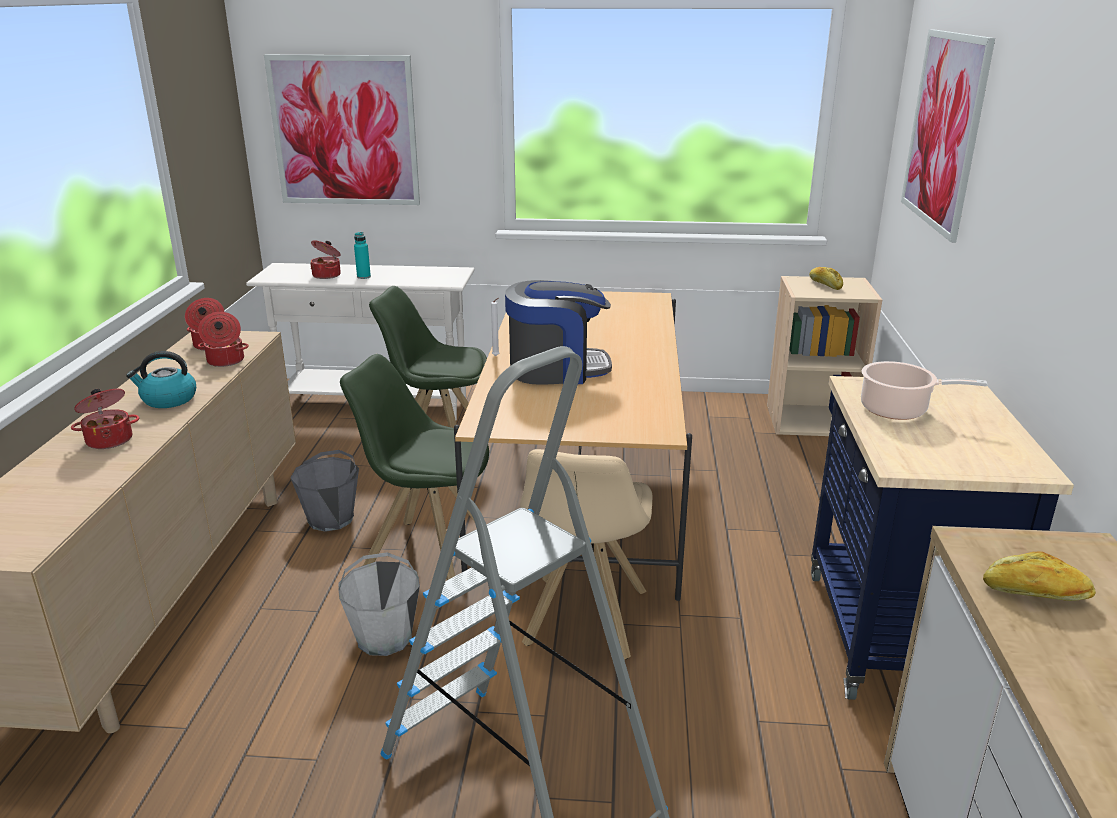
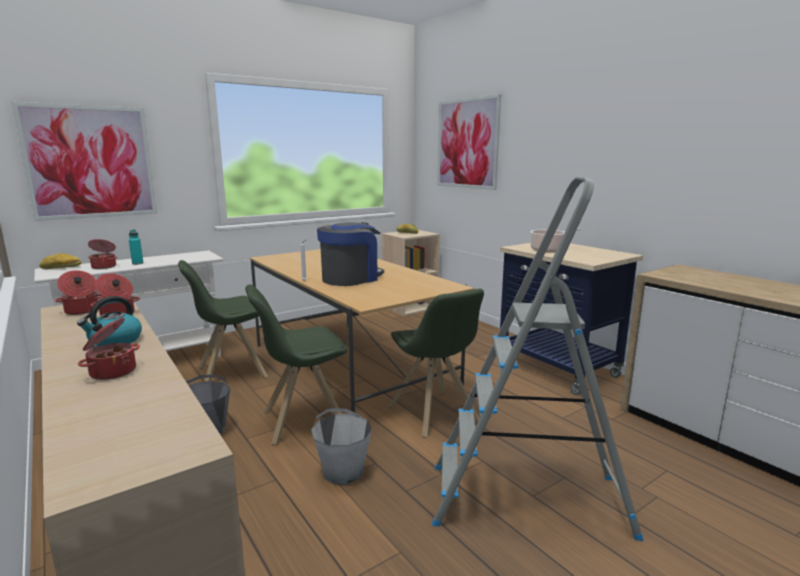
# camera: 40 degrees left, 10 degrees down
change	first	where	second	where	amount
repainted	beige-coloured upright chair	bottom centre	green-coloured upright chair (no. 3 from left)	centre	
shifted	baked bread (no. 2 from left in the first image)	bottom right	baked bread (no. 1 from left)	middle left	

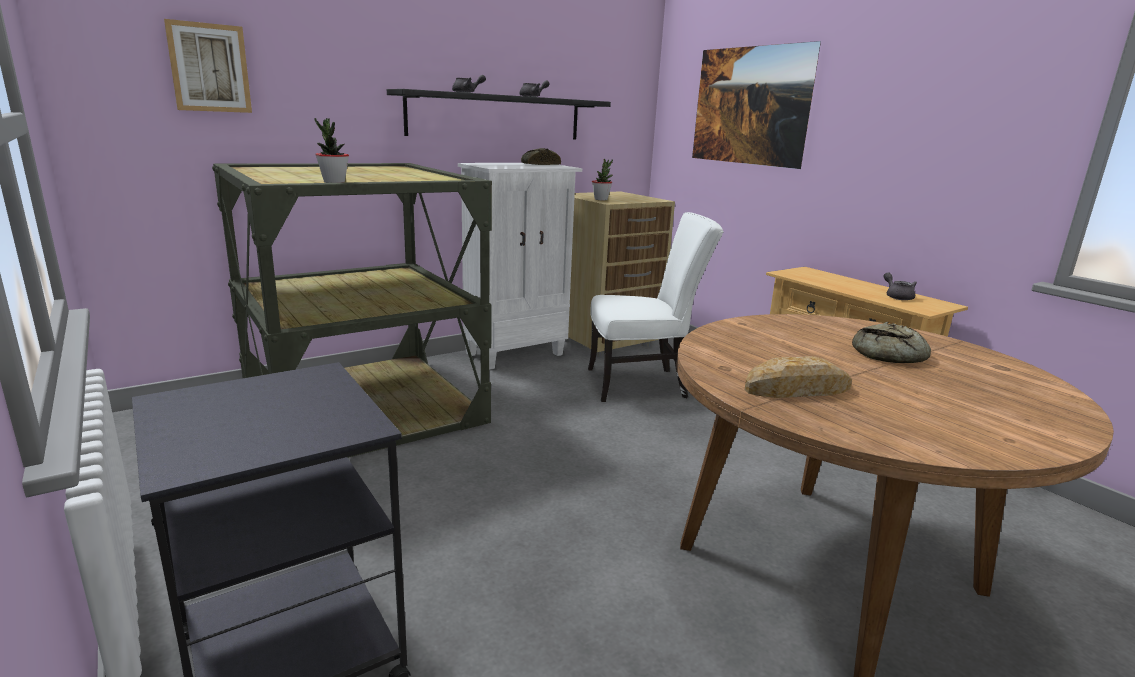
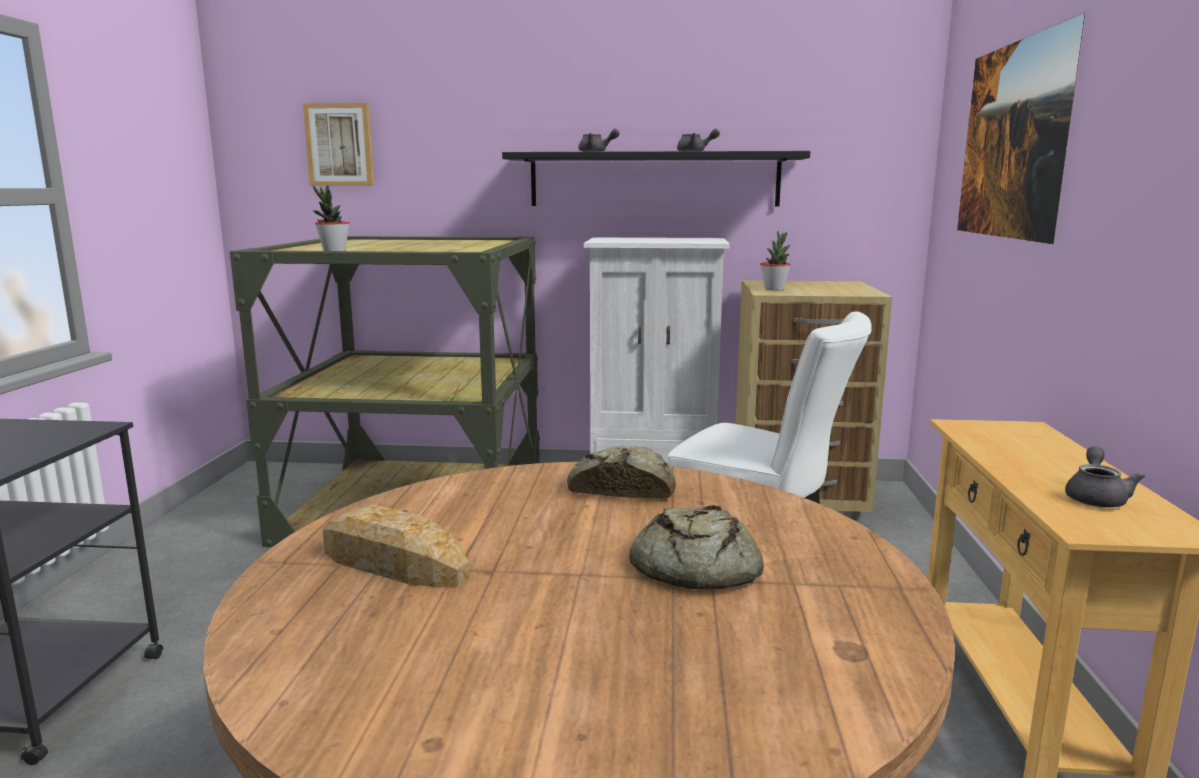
# camera: 40 degrees right, 5 degrees down
change	first	where	second	where	amount
shifted	baked bread (no. 1 from left in the first image)	top centre	baked bread (no. 2 from left)	centre	

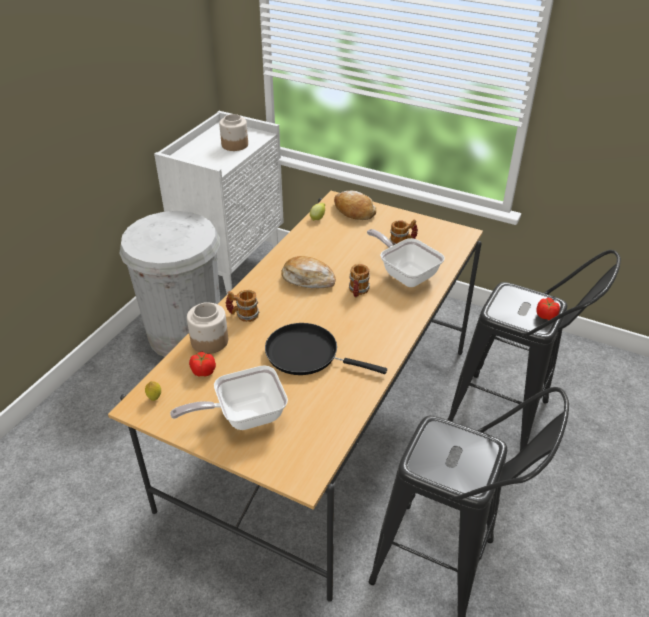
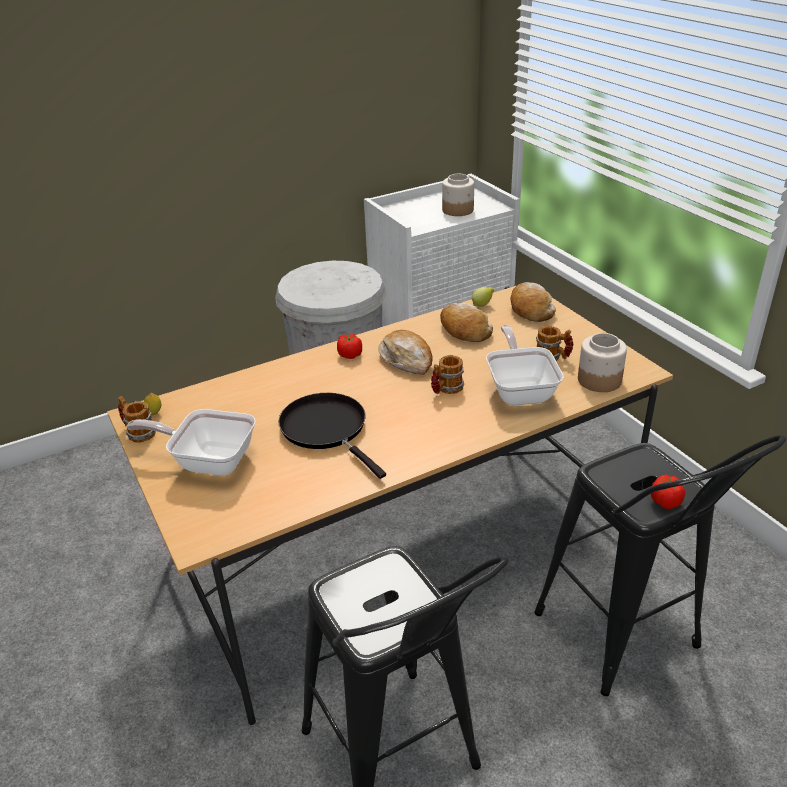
# camera: 35 degrees right, 5 degrees down
change	first	where	second	where	amount
shifted	storage jar (no. 1 from left in the first image)	middle left	storage jar (no. 2 from left)	middle right	
shifted	tomato (no. 1 from left)	middle left		centre	
shifted	mug (no. 1 from left)	centre		middle left	
new			baked bread (no. 2 from left)	centre	

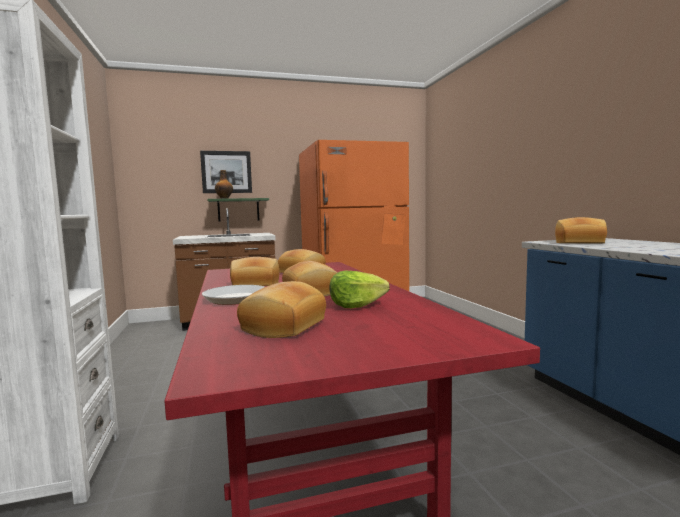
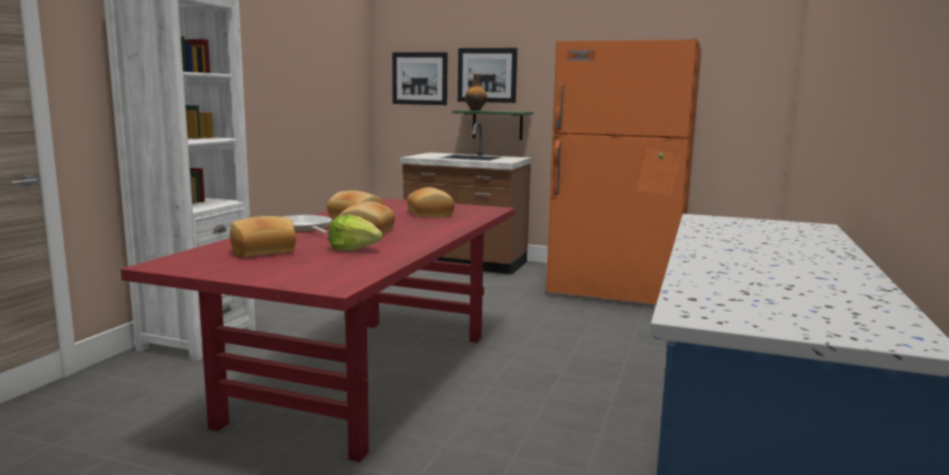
# camera: 35 degrees right, 5 degrees up
change	first	where	second	where	amount
gone	baked bread (no. 5 from left)	middle right			
new			picture (no. 1 from left)	top centre	

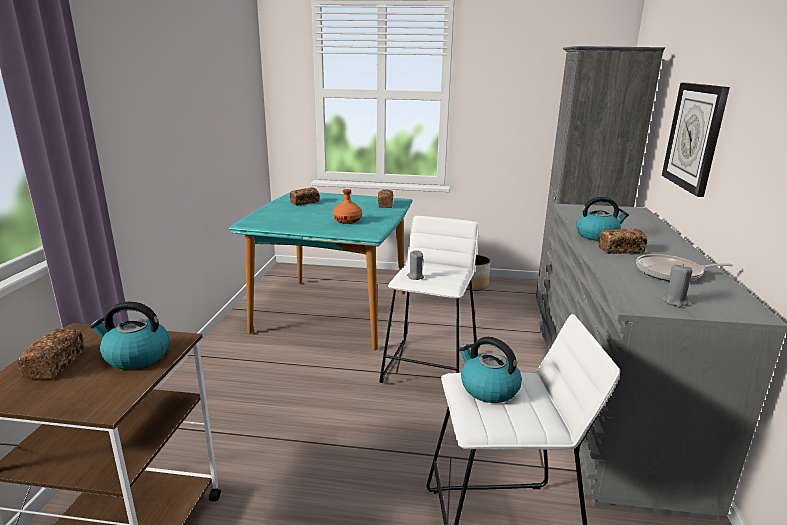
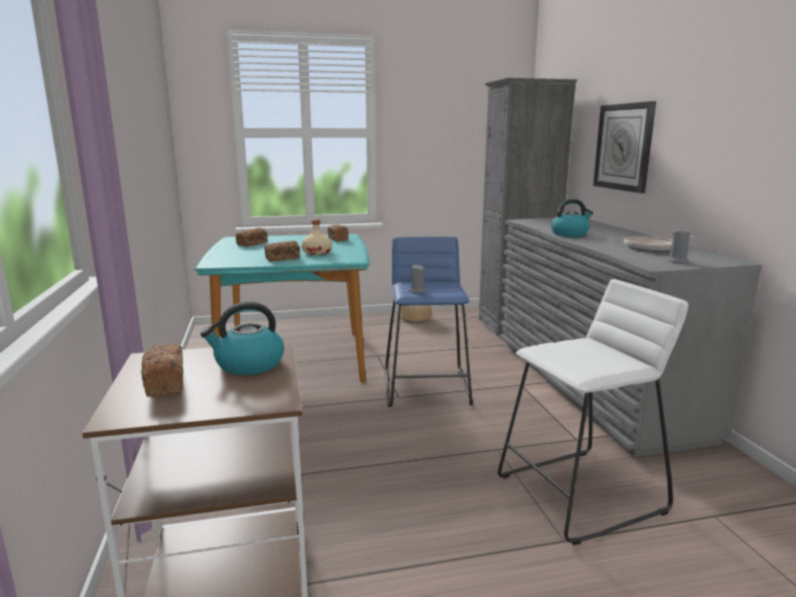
# camera: 20 degrees left, 5 degrees down
change	first	where	second	where	amount
repainted	orange beverage bottle	centre	beige-coloured beverage bottle	centre	
repainted	whitish stool (no. 1 from left)	centre	blue stool	centre	
gone	kettle (no. 2 from left)	bottom centre			
shifted	baked bread (no. 4 from left in the first image)	middle right	baked bread (no. 3 from left)	centre	

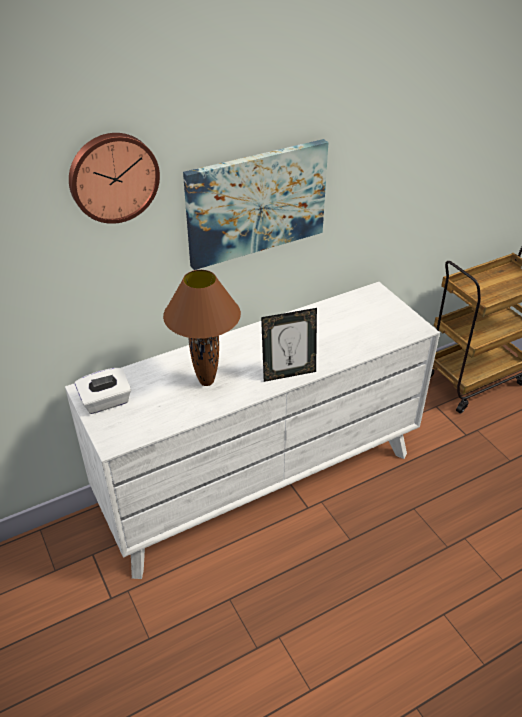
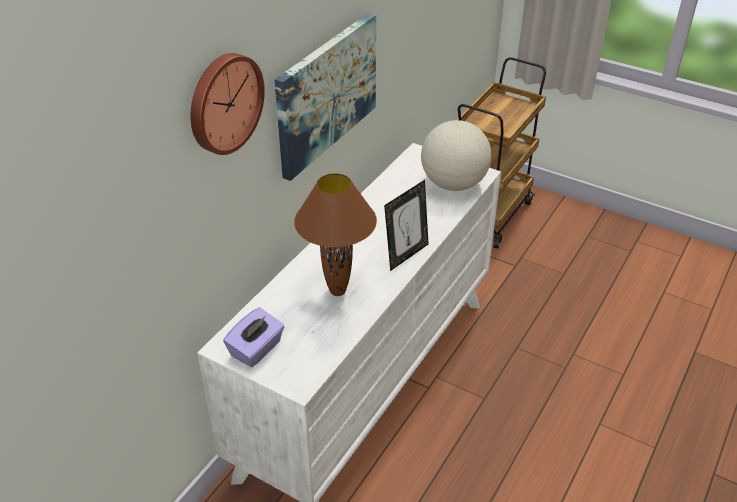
# camera: 30 degrees left, 0 degrees up
change	first	where	second	where	amount
repainted	whitish tissue box	middle left	purplish tissue box	bottom centre	
new			world globe	top centre	

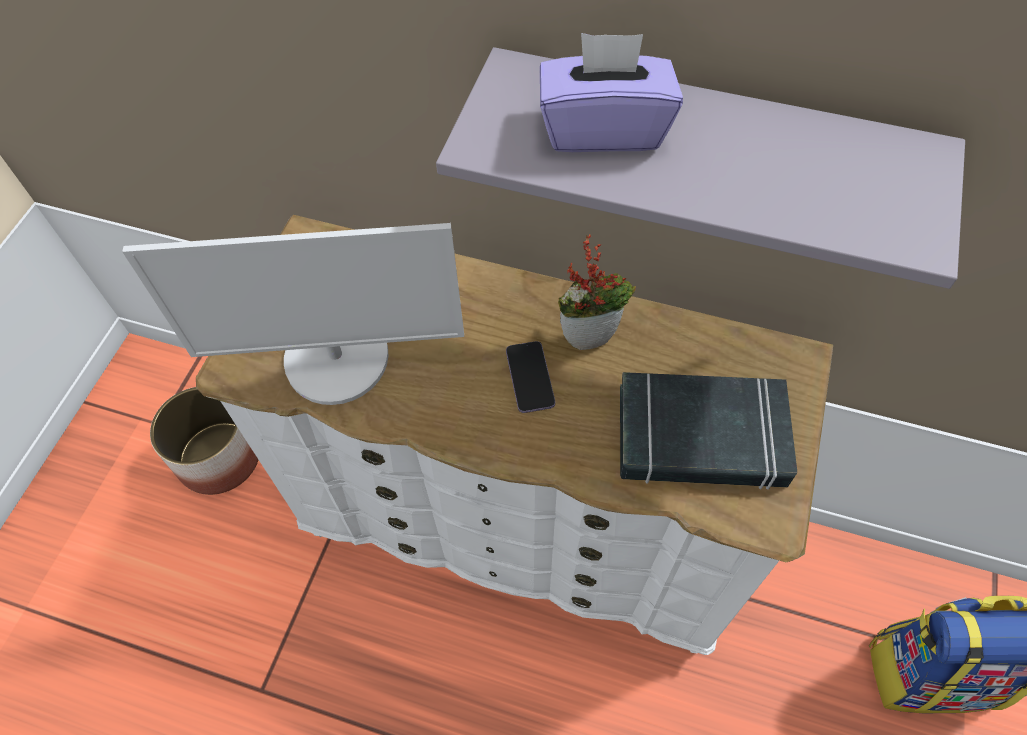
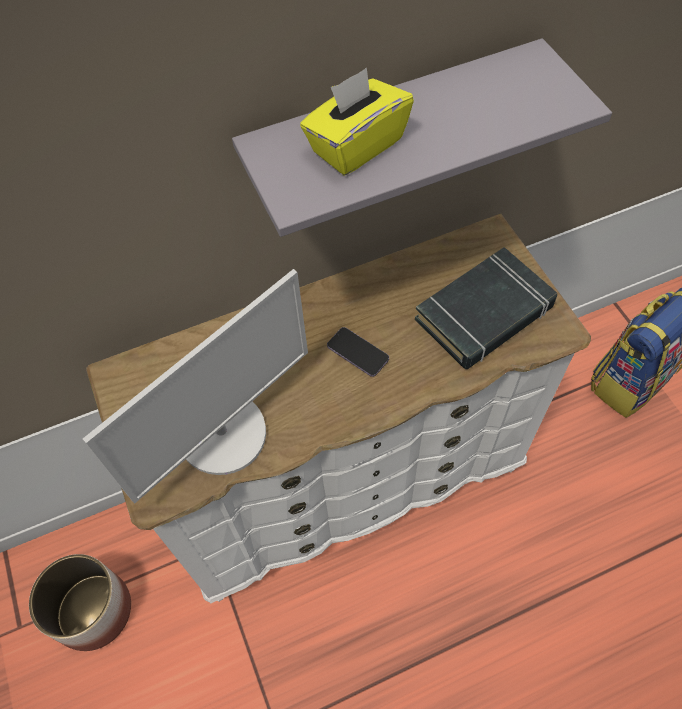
# camera: 40 degrees left, 0 degrees up
change	first	where	second	where	amount
repainted	purplish tissue box	top centre	yellowish tissue box	top centre	
gone	potted plant	centre			

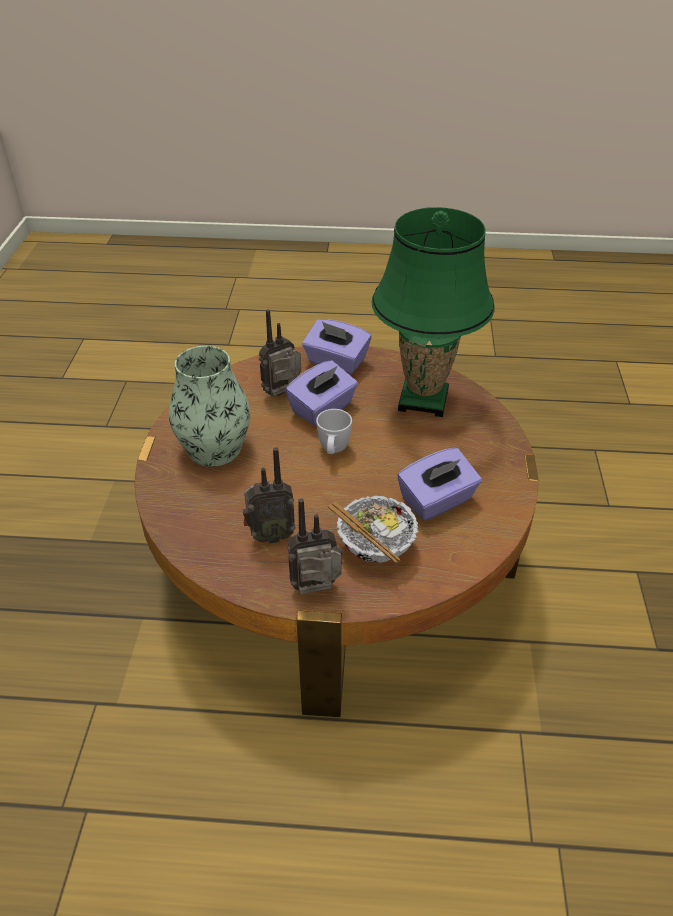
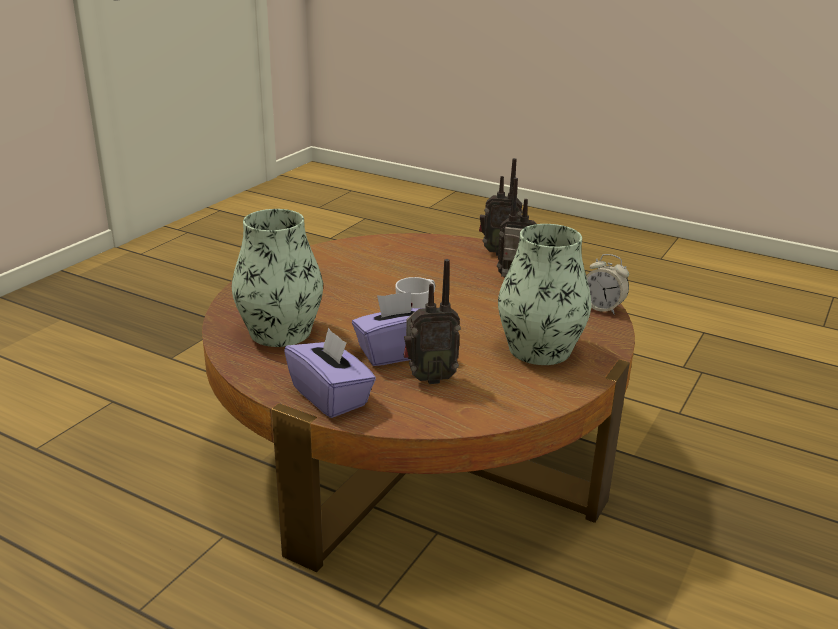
# camera: 155 degrees left, 15 degrees down
change	first	where	second	where	amount
gone	bowl	centre			
swapped	green-coloured lamp for a table	centre	decorative vase (no. 1 from left)	middle left	
gone	purplish tissue box (no. 3 from left)	centre			
new			table clock	middle right	

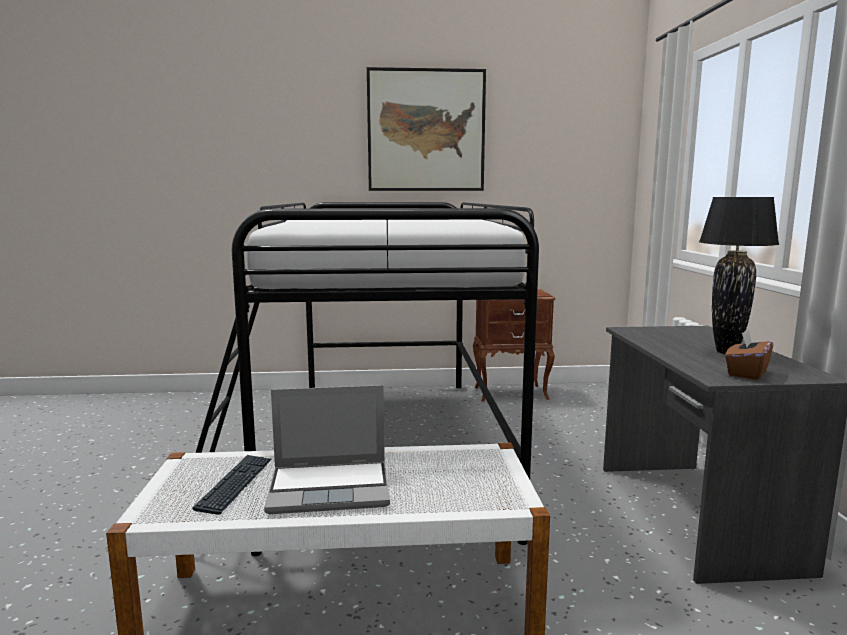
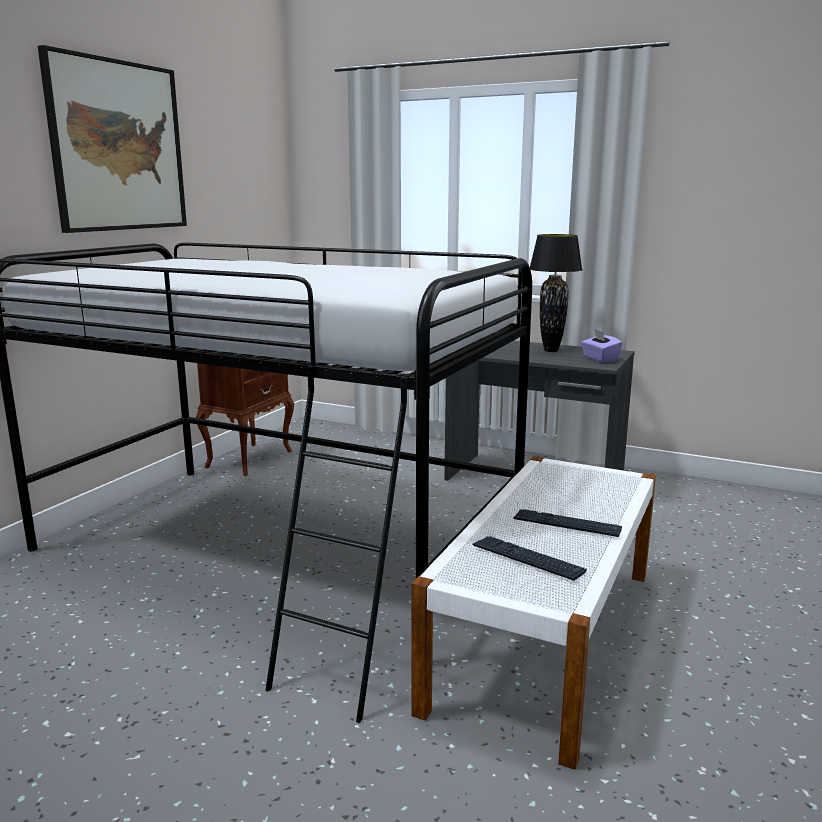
# camera: 60 degrees left, 5 degrees up
change	first	where	second	where	amount
swapped	portable computer	bottom centre	PC keyboard (no. 2 from left)	middle right	
repainted	brown tissue box	middle right	purplish tissue box	middle right	

